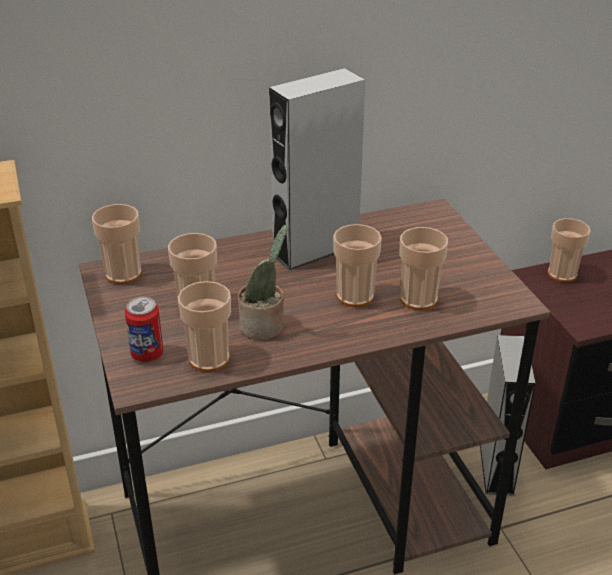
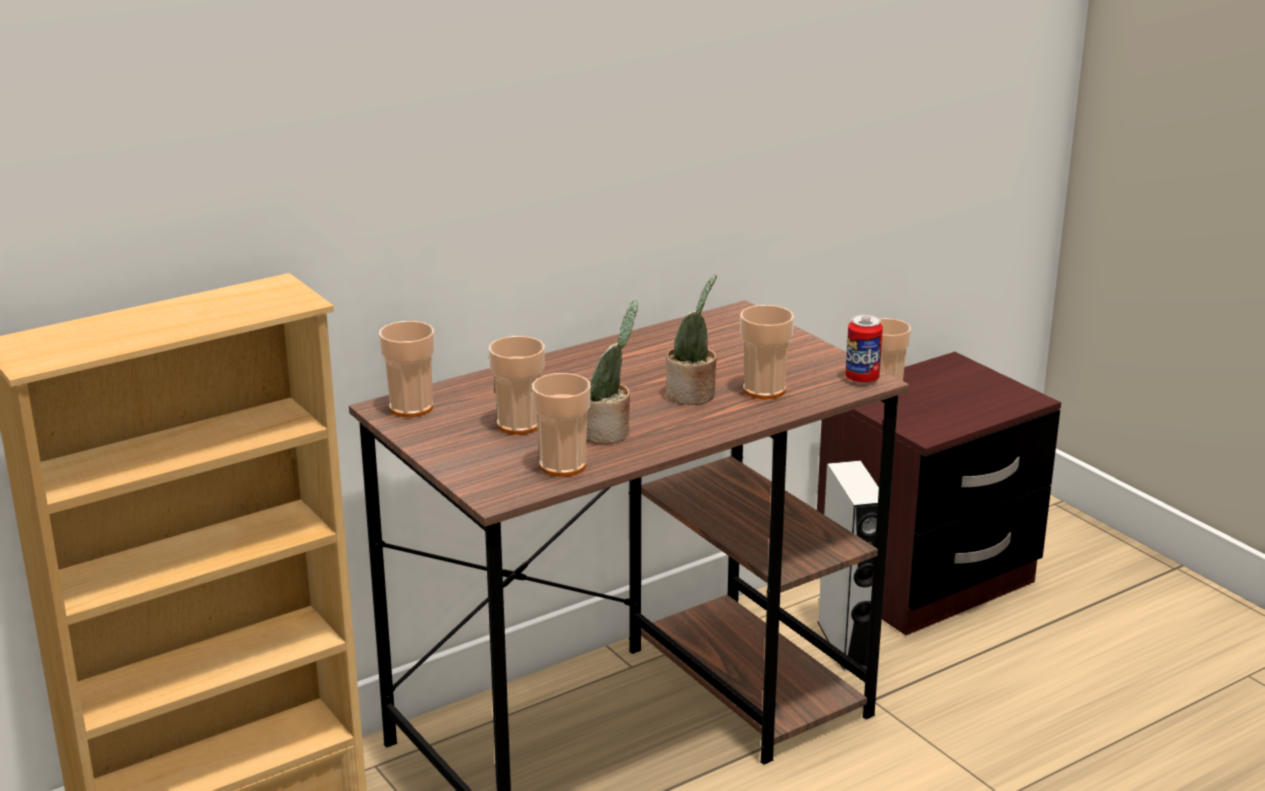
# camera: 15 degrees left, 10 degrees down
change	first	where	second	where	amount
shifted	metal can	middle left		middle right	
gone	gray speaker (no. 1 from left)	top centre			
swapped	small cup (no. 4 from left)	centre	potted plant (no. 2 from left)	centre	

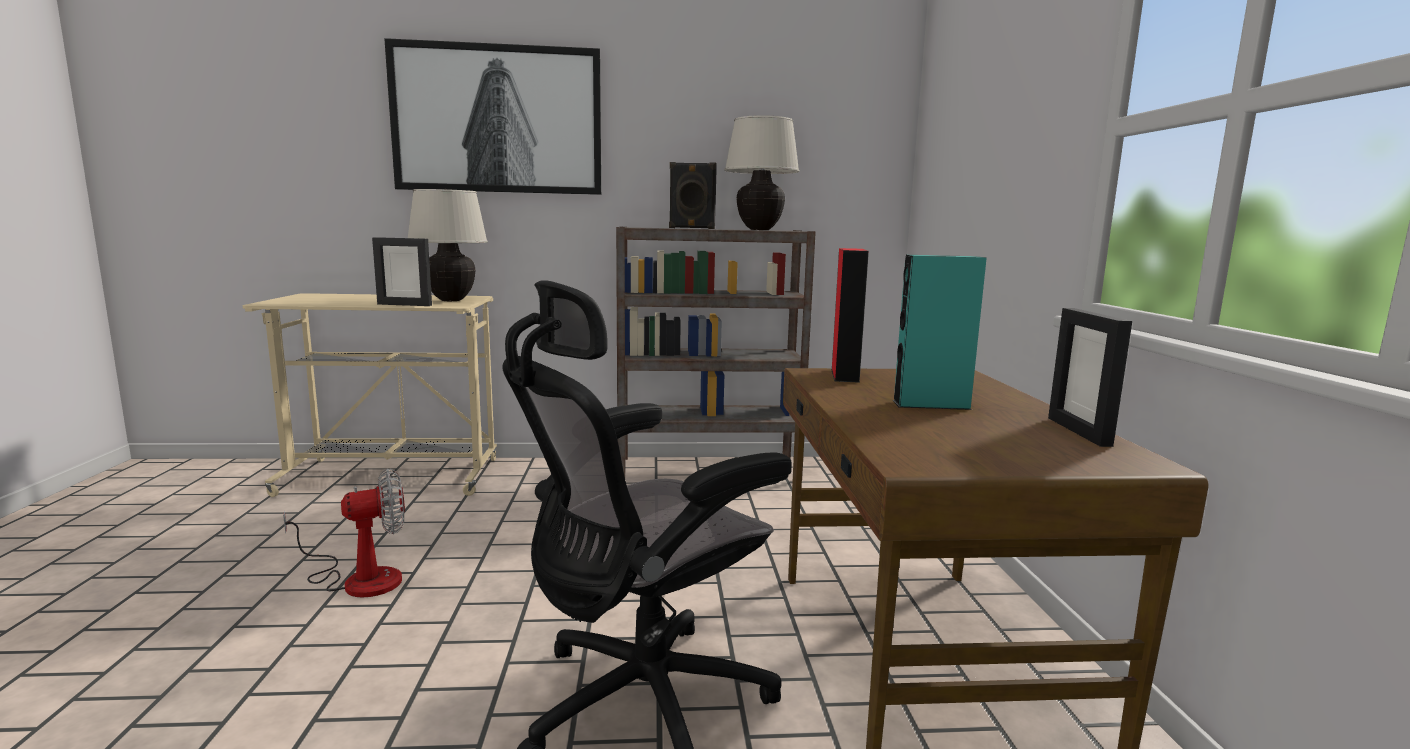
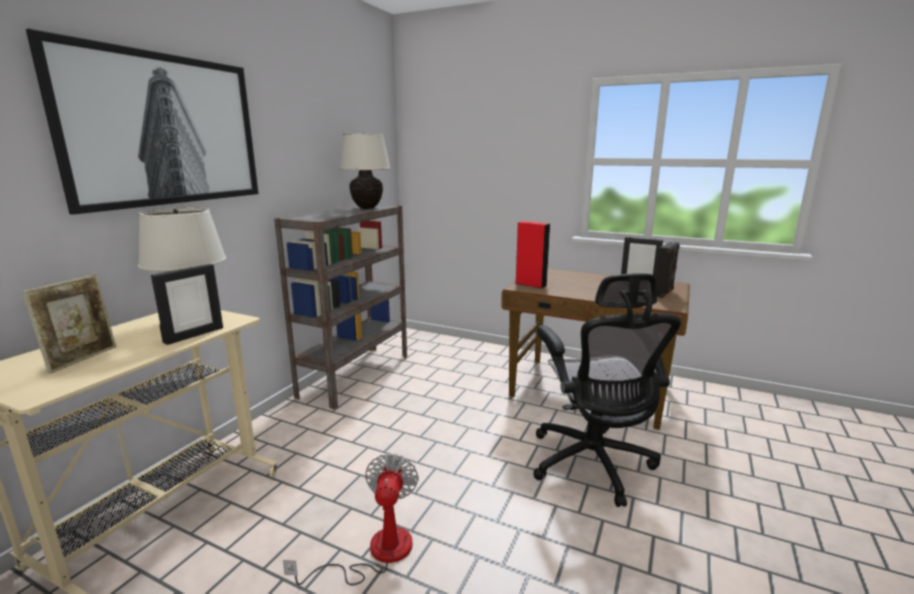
# camera: 60 degrees left, 5 degrees up
change	first	where	second	where	amount
shifted	black speaker	top centre		middle right	
gone	blue-green speaker	middle right			
new			picture frame (no. 1 from left)	middle left	

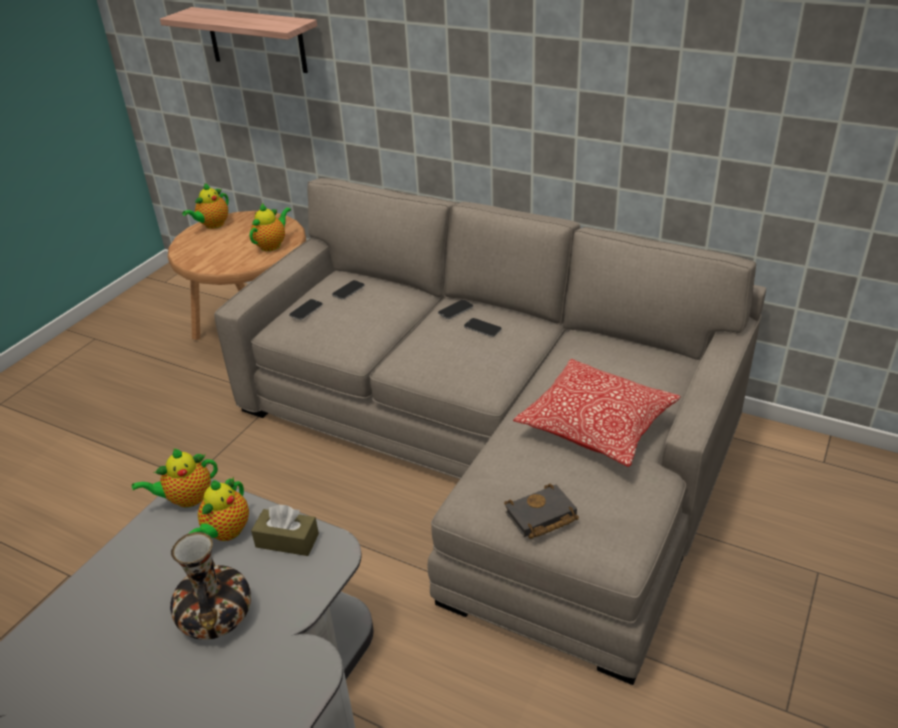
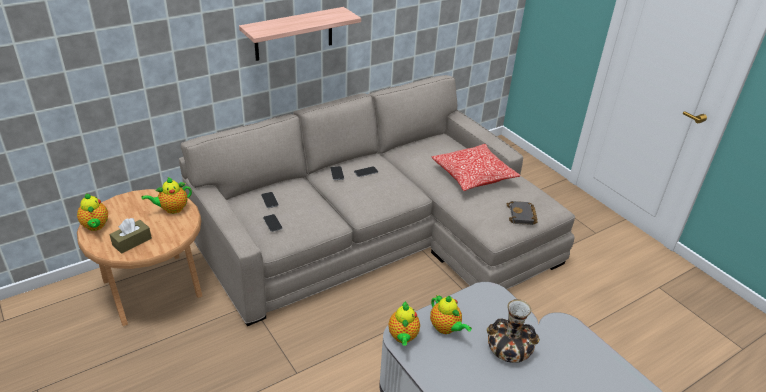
# camera: 65 degrees left, 0 degrees up
change	first	where	second	where	amount
shifted	bracket shelf	top left		top centre	
rotated	tea pot (no. 4 from left in the first image)	top left	tea pot (no. 2 from left)	middle left	90 degrees counterclockwise
shifted	brown tissue box	bottom left		middle left	

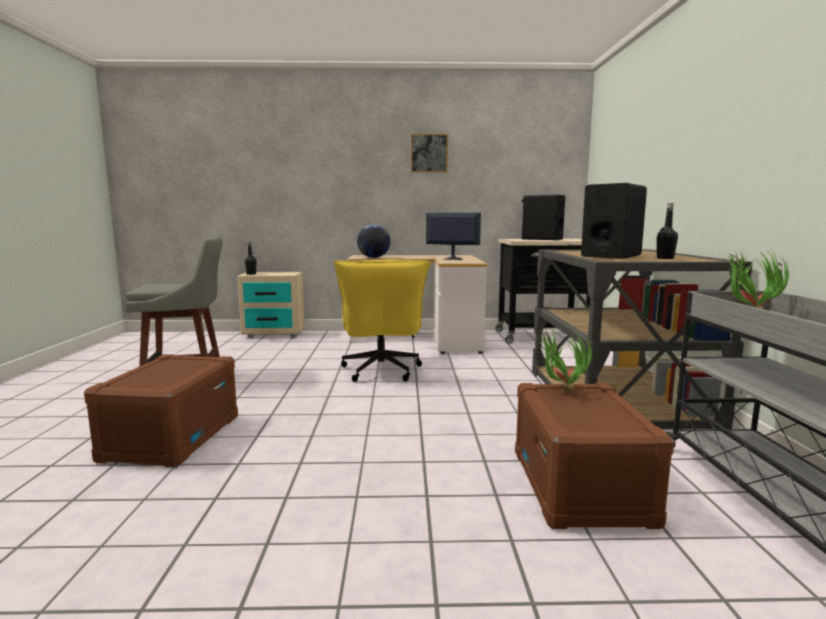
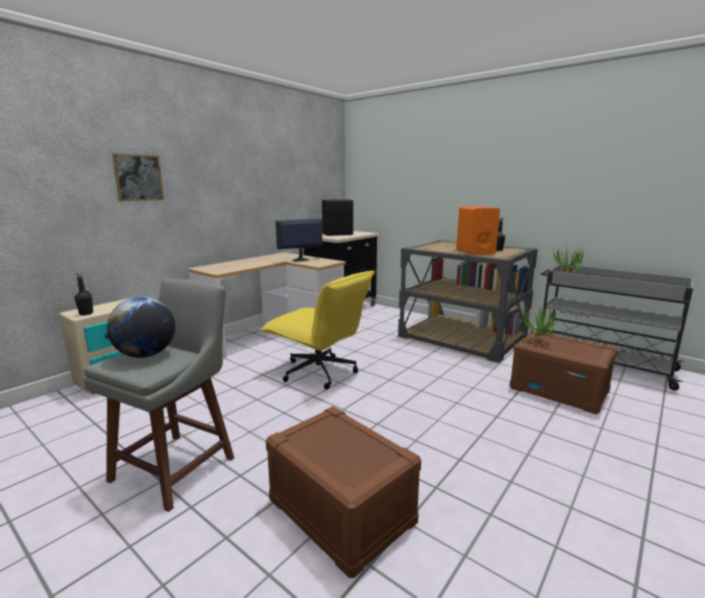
# camera: 50 degrees left, 5 degrees up
change	first	where	second	where	amount
shifted	world globe	centre		middle left	
shifted	picture	top centre		top left	
repainted	black speaker (no. 2 from left)	middle right	orange speaker	middle right	

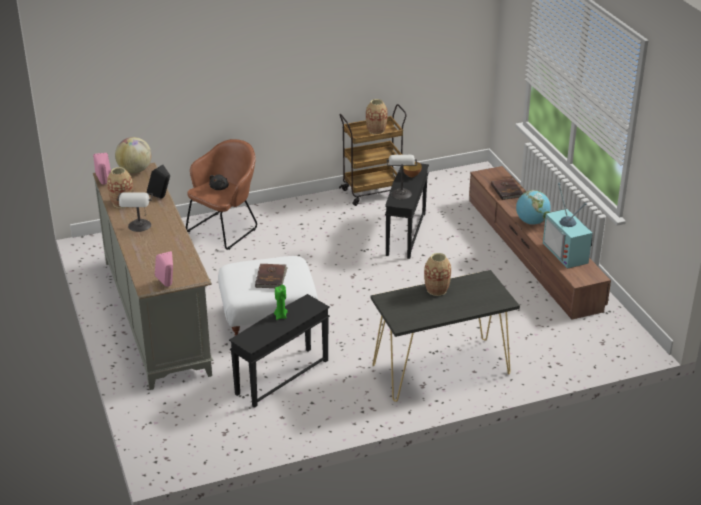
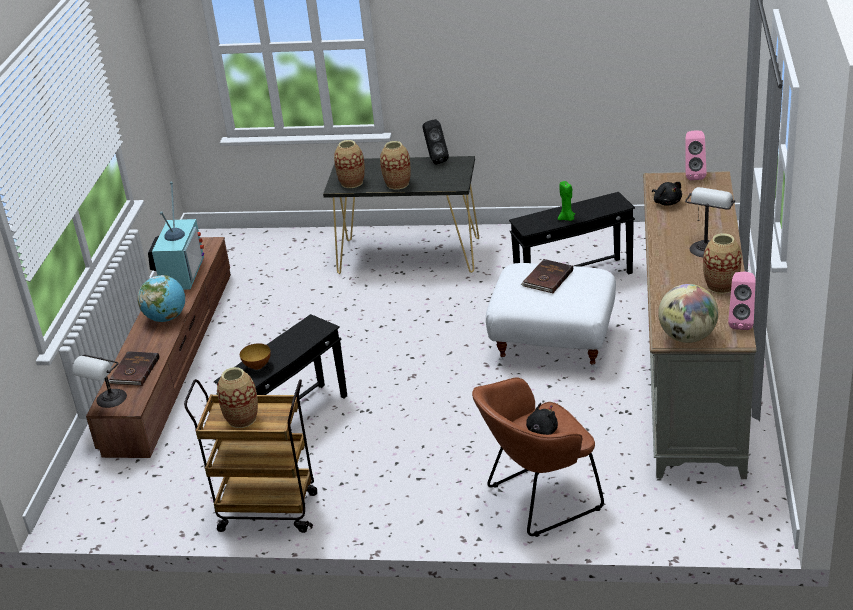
# camera: 150 degrees left, 0 degrees up
change	first	where	second	where	amount
shifted	black speaker	middle left		top centre	
shifted	lamp for a table (no. 2 from left in the first image)	centre	lamp for a table (no. 1 from left)	middle left	
new			decorative vase (no. 2 from left)	top centre	
new			black cuddly toy (no. 2 from left)	top right	

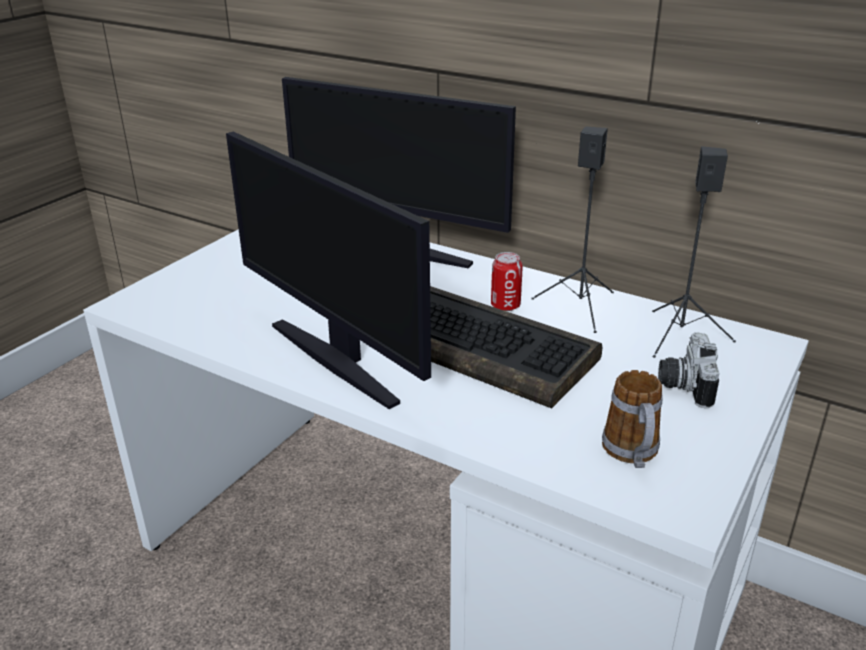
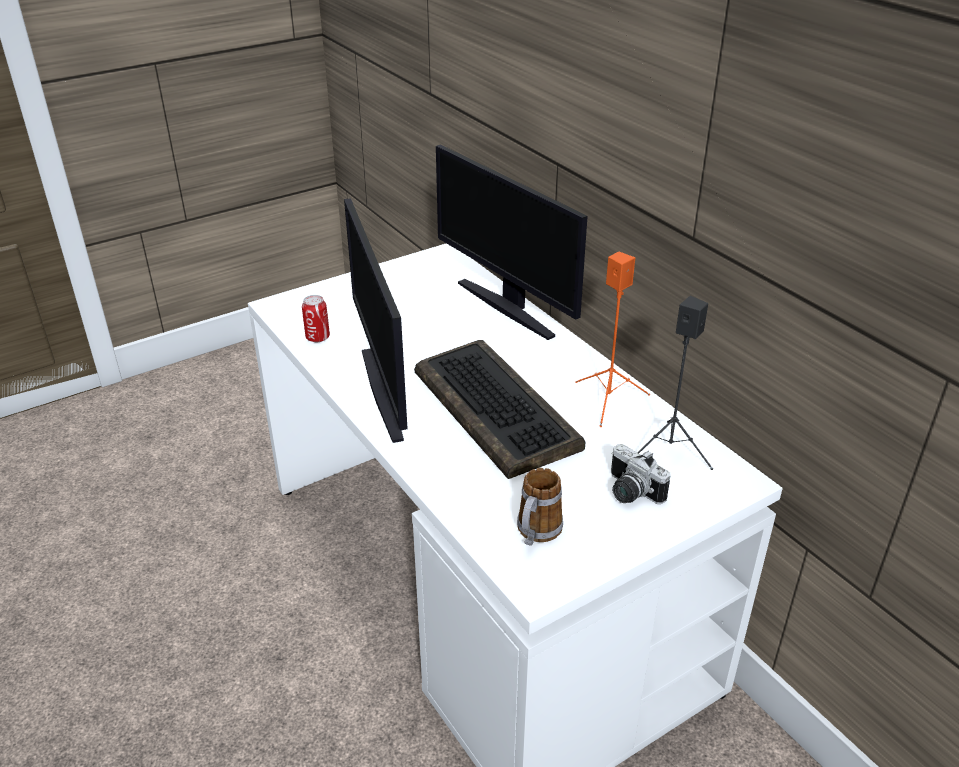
# camera: 25 degrees right, 5 degrees up
change	first	where	second	where	amount
shifted	metal can	centre		middle left	
repainted	black speaker (no. 1 from left)	centre	orange speaker	centre	
rotated	still camera	middle right		middle right	75 degrees counterclockwise

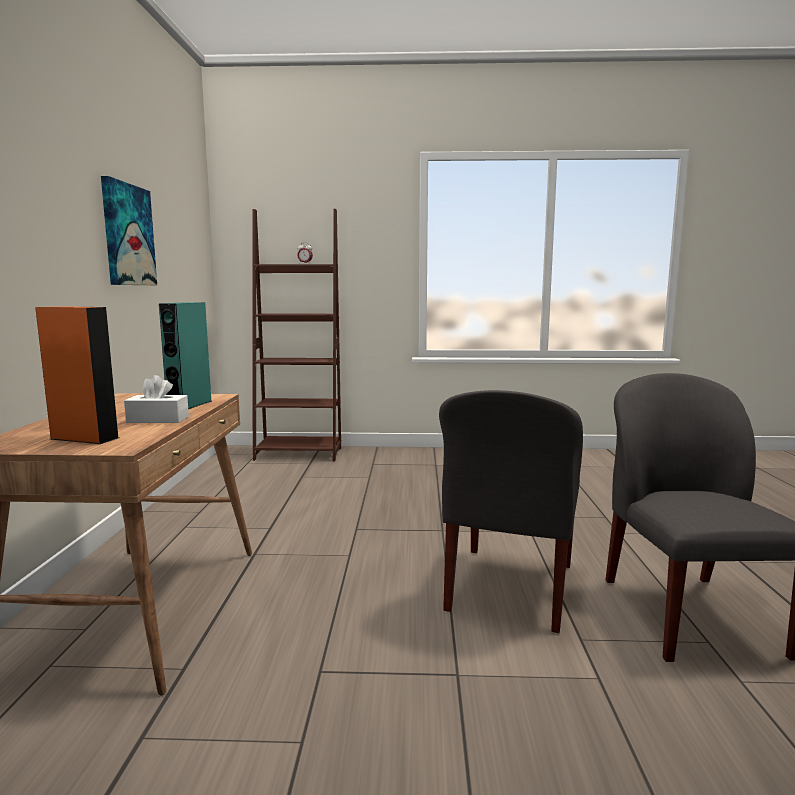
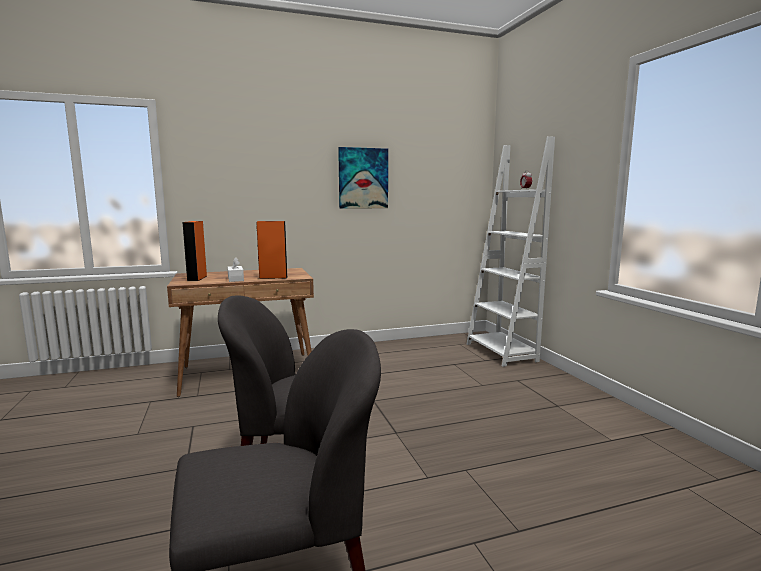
# camera: 70 degrees right, 0 degrees up
change	first	where	second	where	amount
repainted	blue-green speaker	middle left	orange speaker (no. 2 from left)	centre	
repainted	brown bookshelf	centre	whitish bookshelf	middle right	

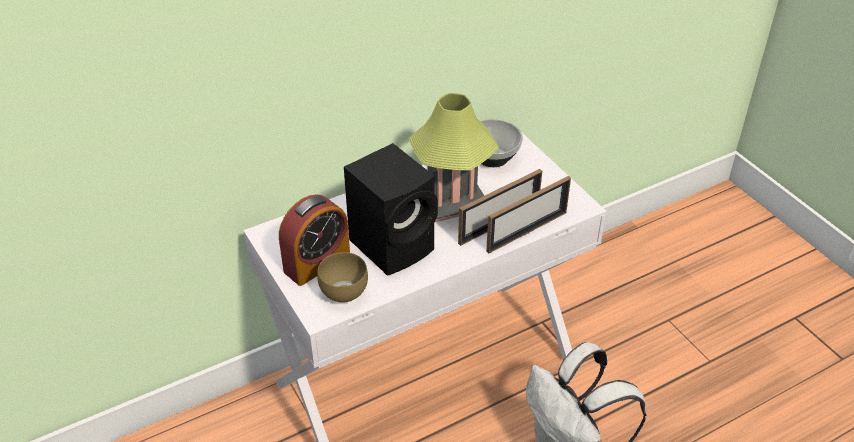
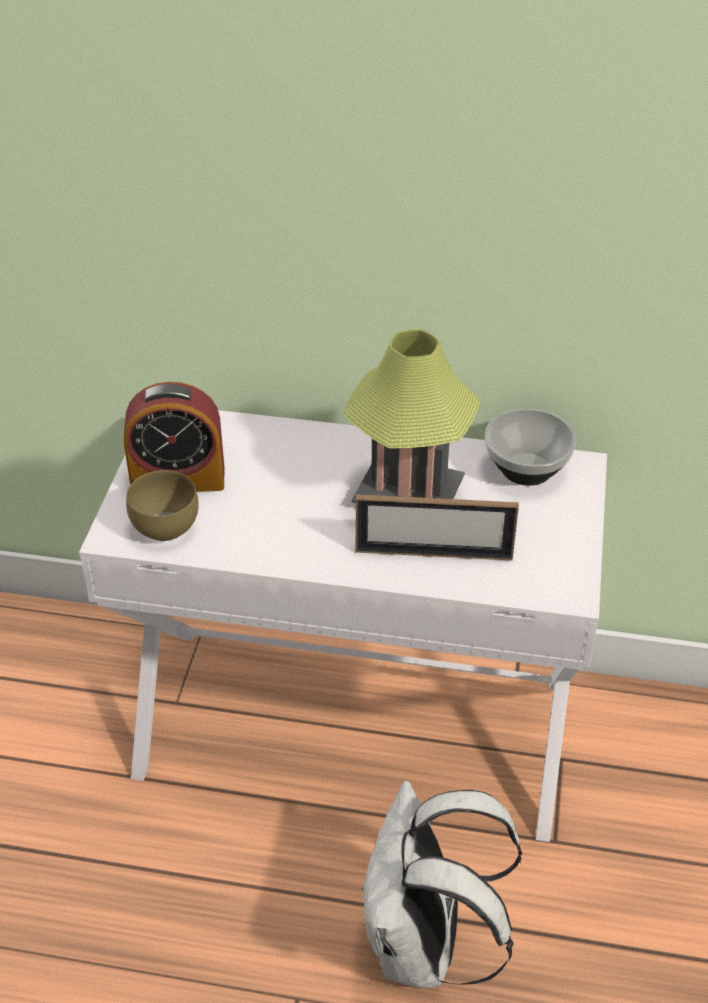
# camera: 40 degrees right, 0 degrees up
change	first	where	second	where	amount
gone	black speaker	centre			
gone	picture frame (no. 2 from left)	centre			

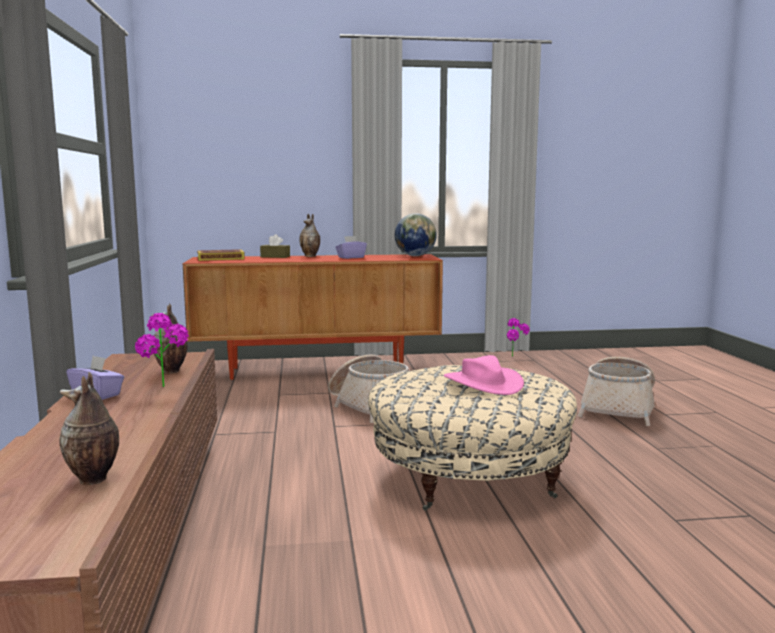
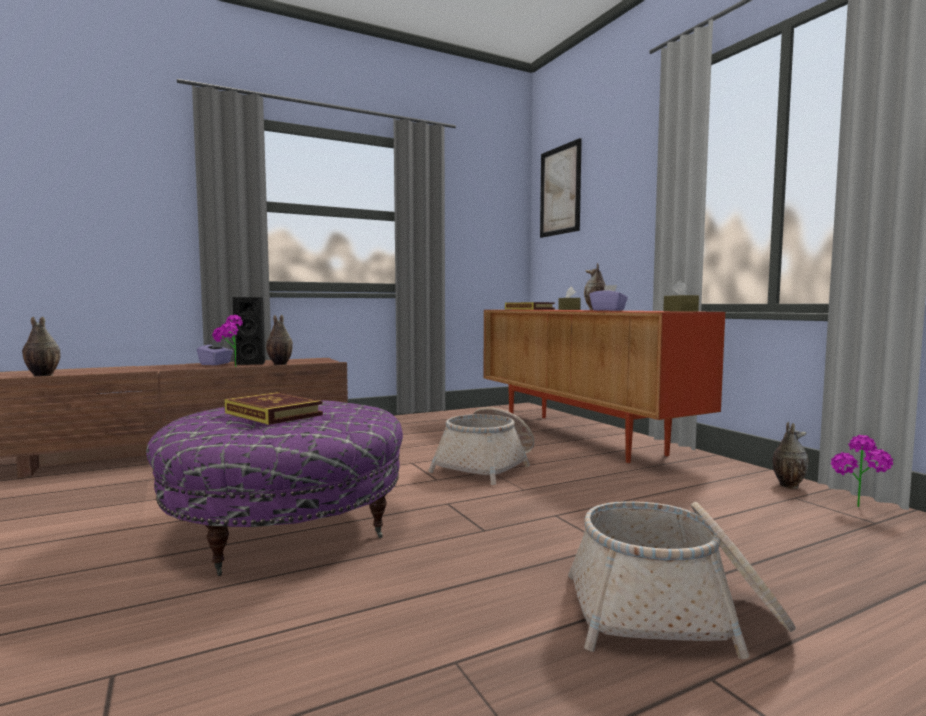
# camera: 70 degrees right, 5 degrees down
change	first	where	second	where	amount
repainted	beige-coloured ottoman	bottom centre	purplish ottoman	bottom left	
swapped	world globe	centre	brown tissue box (no. 2 from left)	middle right	
swapped	pinkish clothing hat	centre	bound book (no. 1 from left)	middle left	
new			black speaker	middle left	
new			picture	top centre	
new			decorative vase (no. 4 from left)	middle right	

